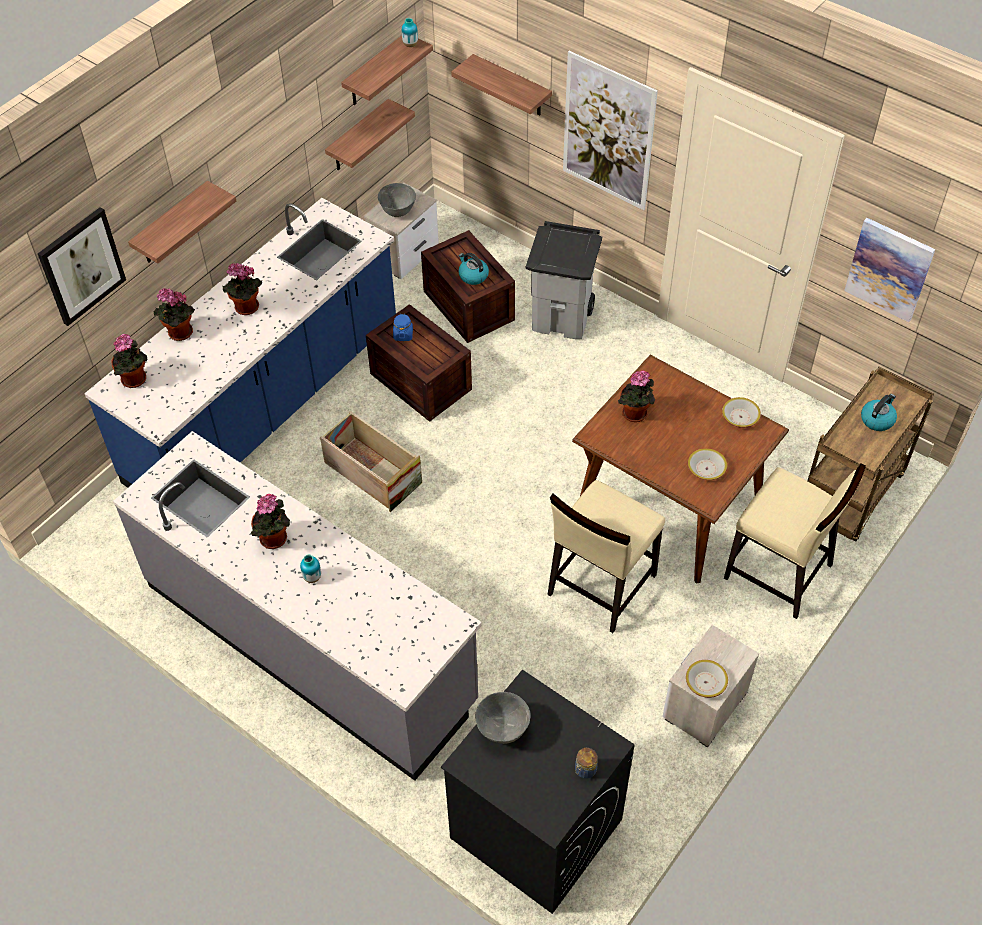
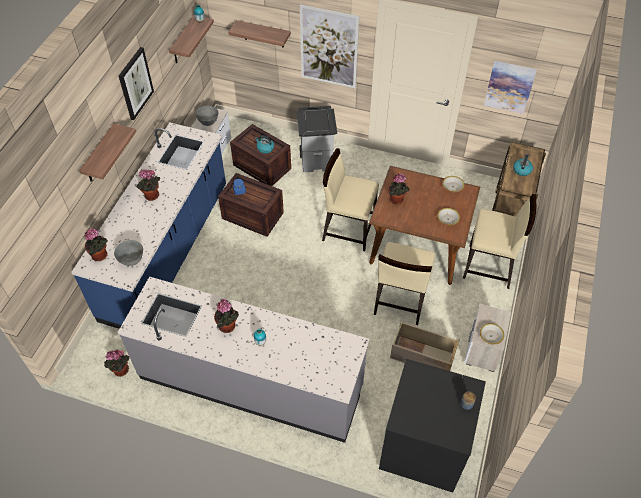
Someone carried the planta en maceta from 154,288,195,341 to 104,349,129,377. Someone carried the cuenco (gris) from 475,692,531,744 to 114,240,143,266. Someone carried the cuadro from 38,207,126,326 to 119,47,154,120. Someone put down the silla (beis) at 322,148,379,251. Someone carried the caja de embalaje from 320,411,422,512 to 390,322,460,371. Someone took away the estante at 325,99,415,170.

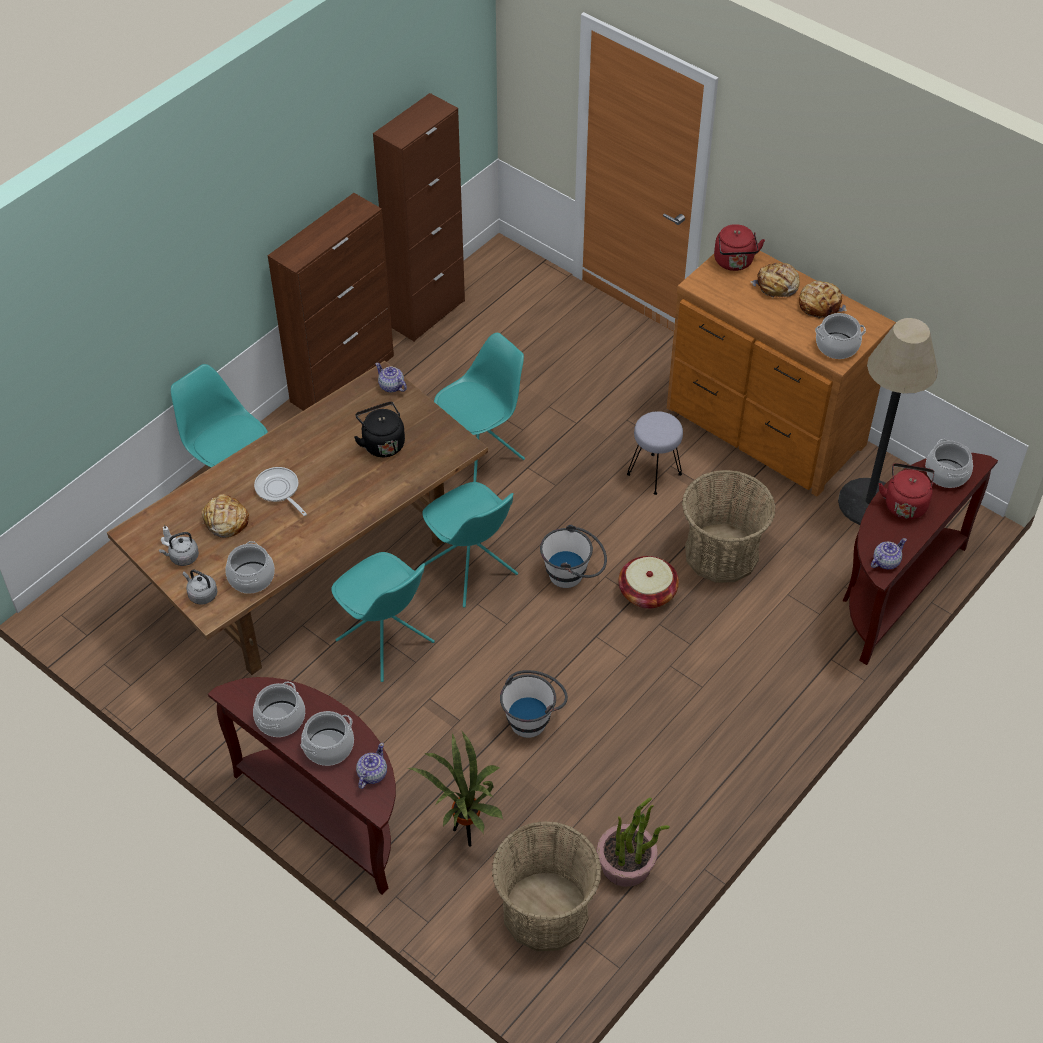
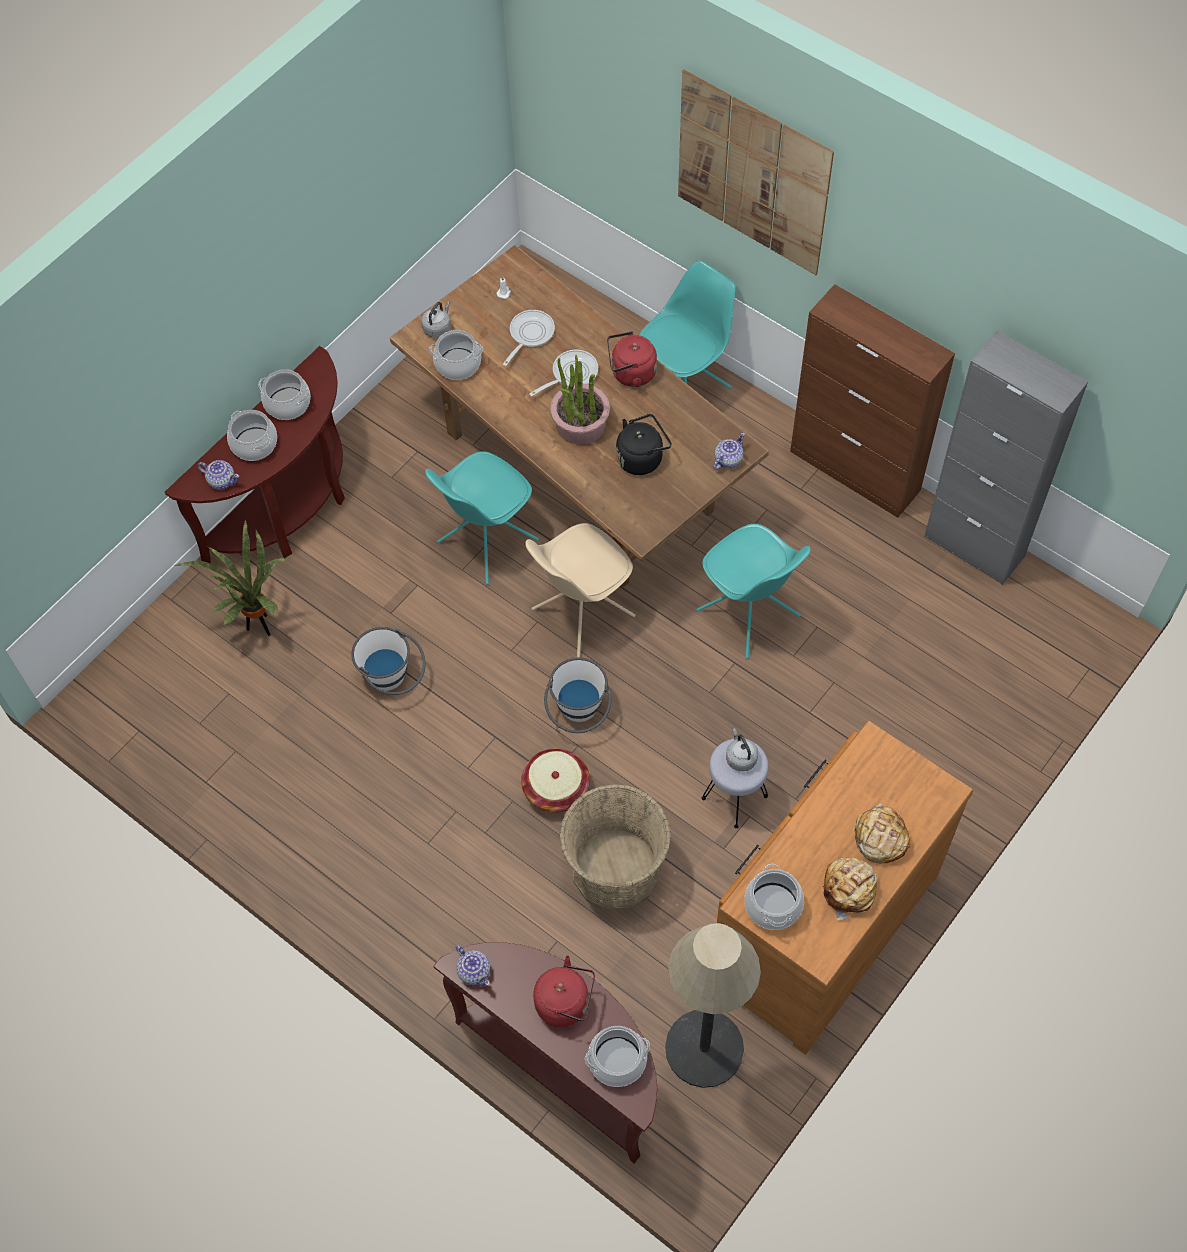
Someone swapped the pan at 202,494,249,538 for the sartén at 503,310,555,366. Someone repainted the silla (turquesa) at 422,482,518,607, which became the silla (beis) at 526,523,636,658. Someone carried the planta en maceta from 597,798,670,887 to 550,355,610,445. Someone carried the hervidor (rojo) from 714,224,765,271 to 607,331,657,387. Someone put up the cuadro at 678,69,834,275. Someone carried the hervidor (gris) from 159,532,199,566 to 726,728,758,771. Someone repainted the armario (marrón) at 373,93,465,342, which became the armario (gris) at 924,330,1088,585. Someone took away the cesta at 492,821,602,951.

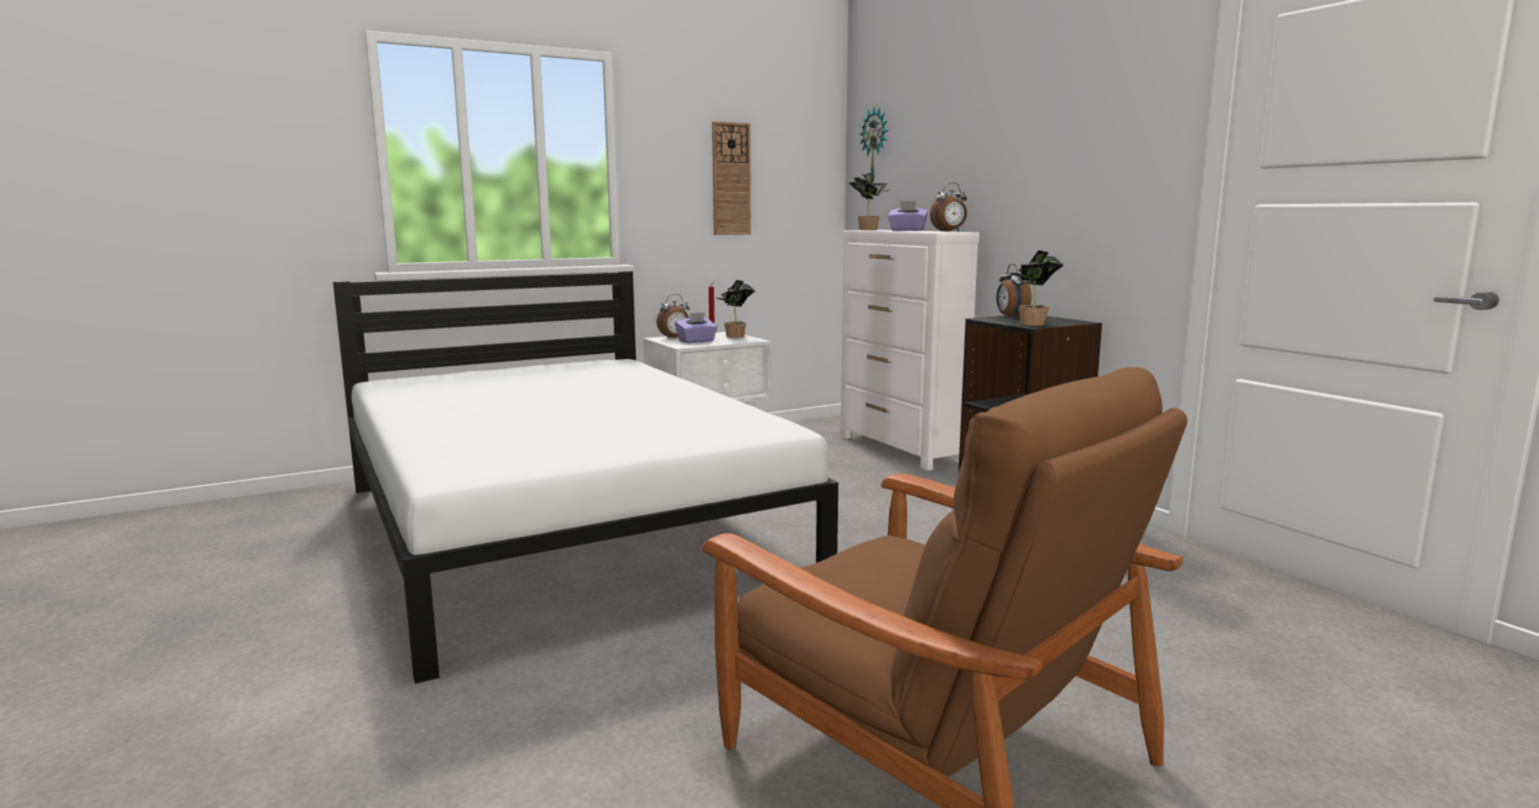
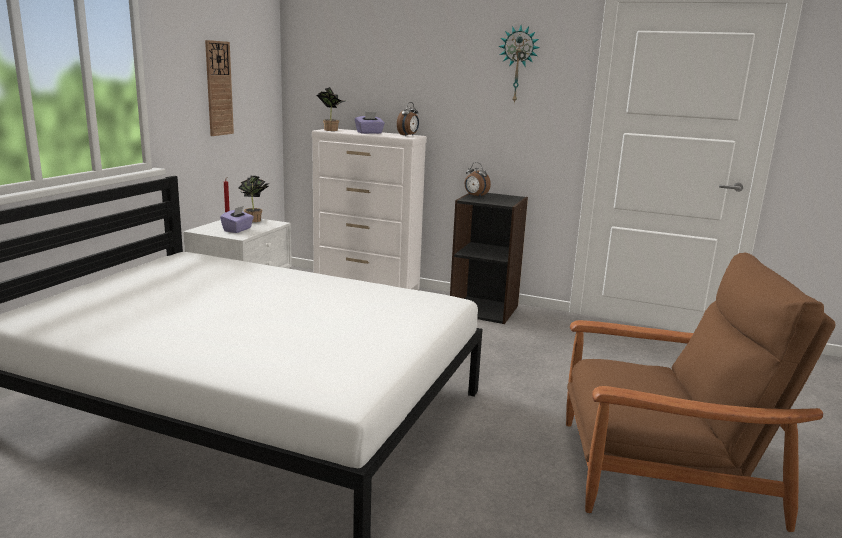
Someone carried the reloj de pared from 859,107,889,197 to 499,26,540,104. Someone took away the despertador at 657,294,690,339. Someone took away the planta en maceta at 1008,250,1064,326.

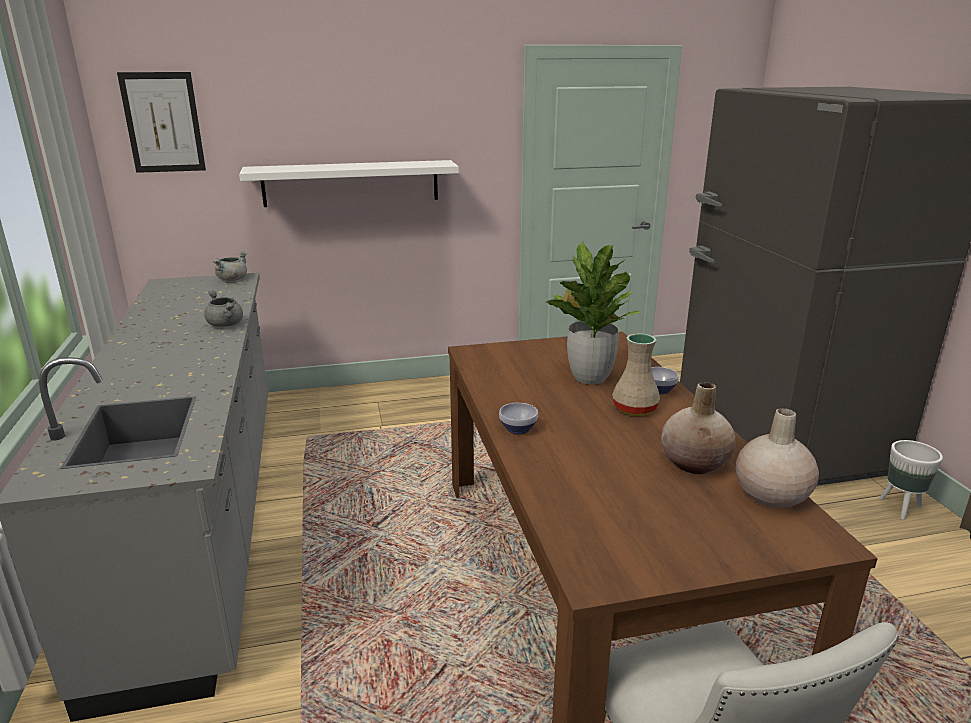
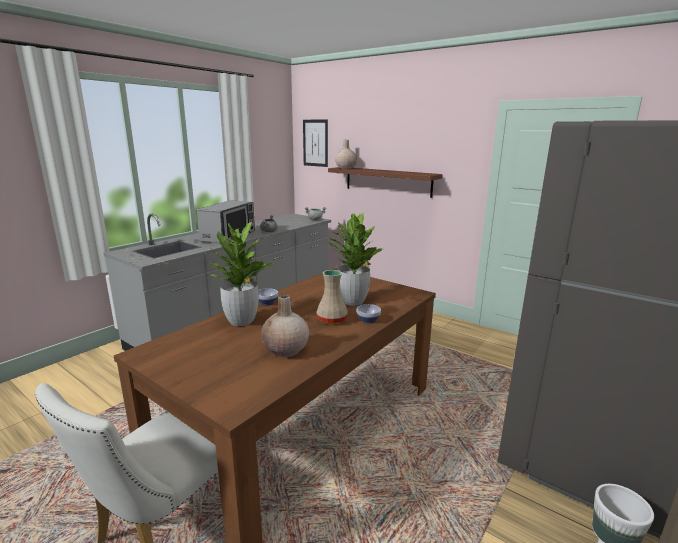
Someone put down the microondas at 196,200,255,243. Someone put down the planta en maceta at 208,222,275,326. Someone repainted the estante (blanco) at 239,160,459,207, which became the estante (marrón) at 328,167,443,198. Someone carried the florero (beis) from 736,408,819,508 to 335,140,357,169.

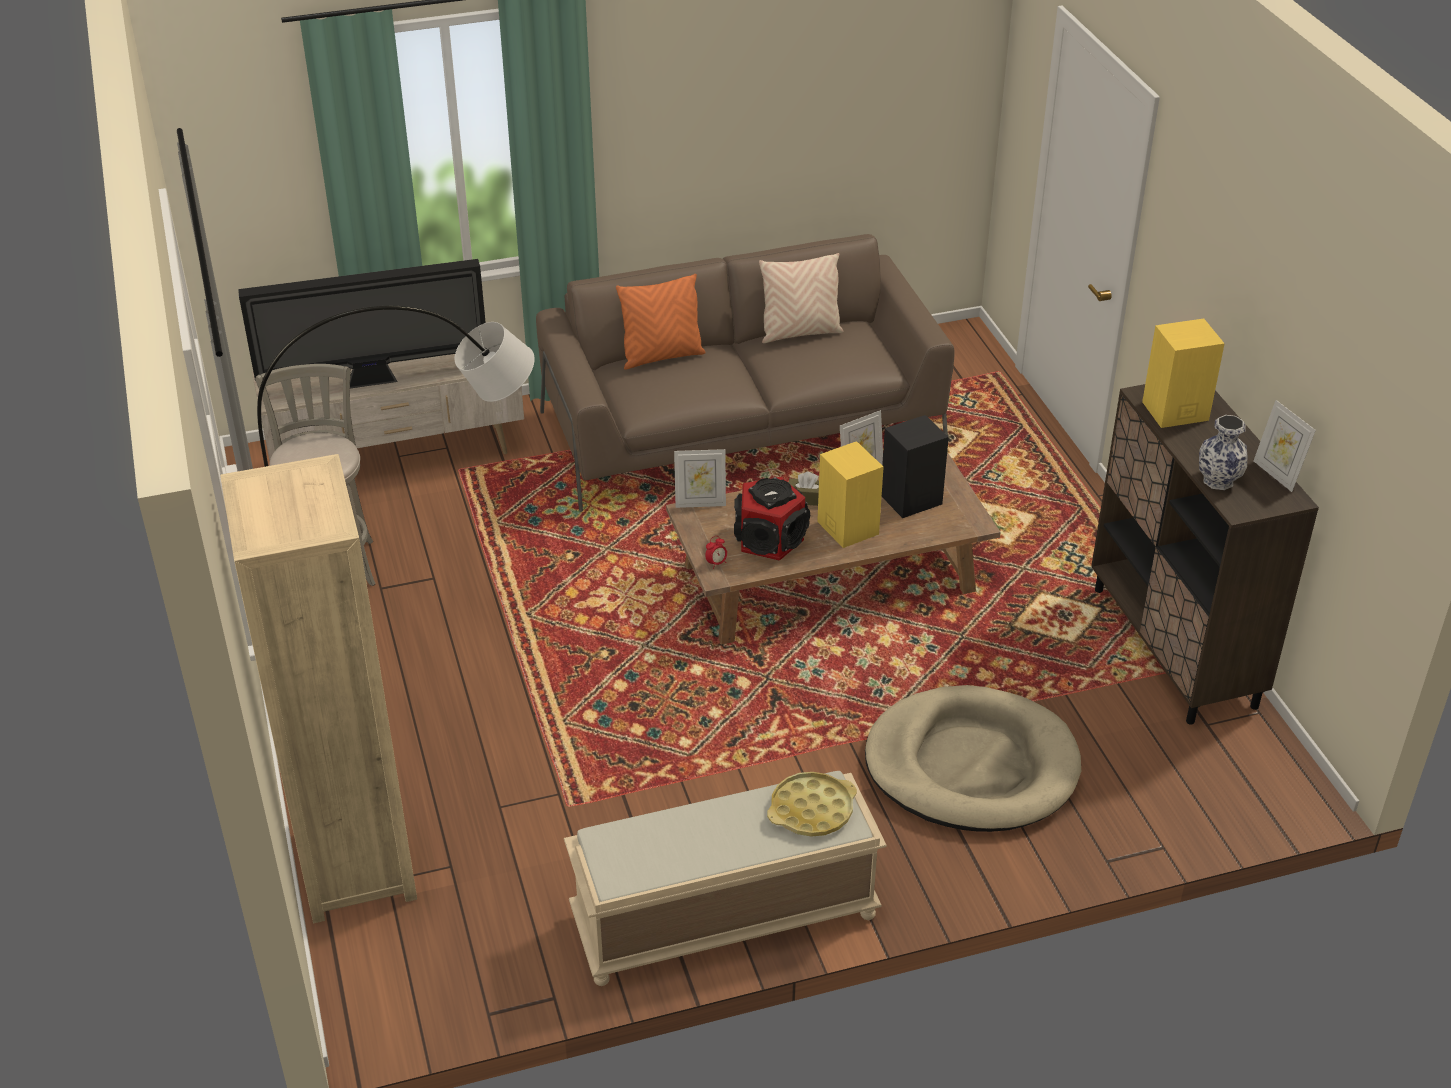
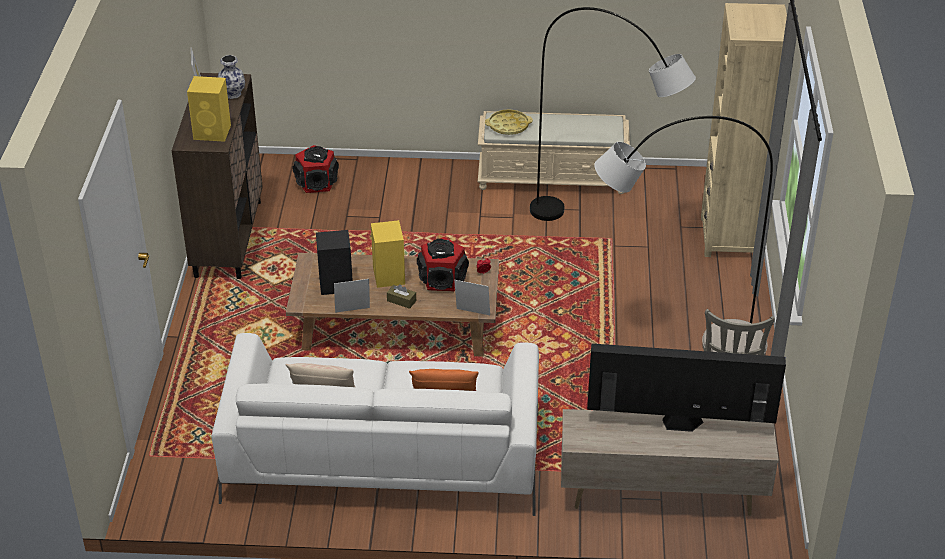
Someone repainted the sofá (marrón) at 536,234,954,512, which became the sofá (blanco) at 212,333,539,516. Someone put down the altavoz at 293,145,339,193. Someone put down the lámpara de pie (gris) at 530,7,696,221. Someone took away the cama para perro (beis) at 865,685,1081,832.

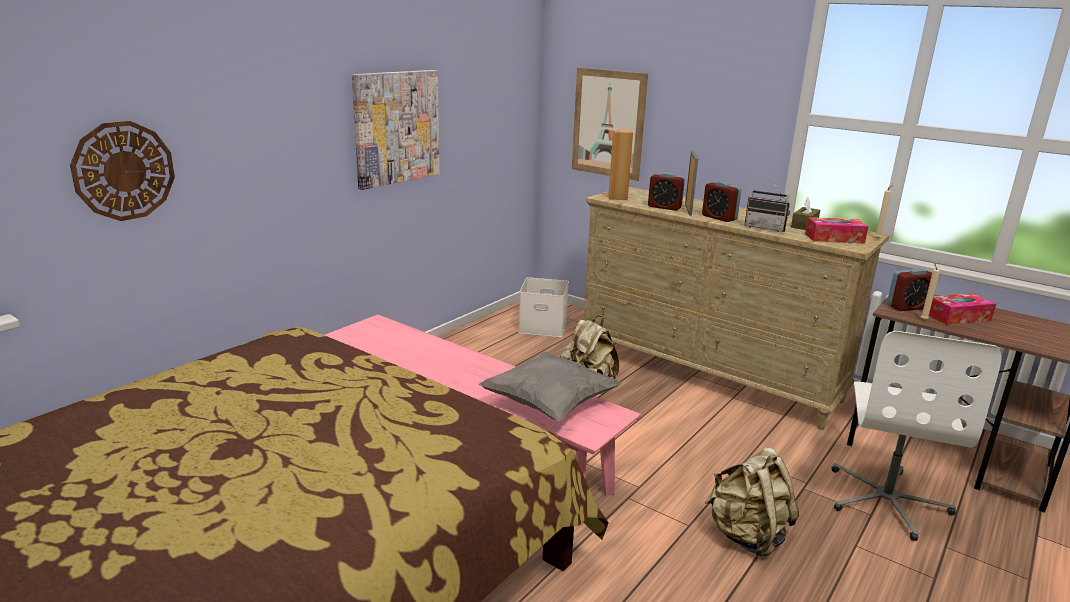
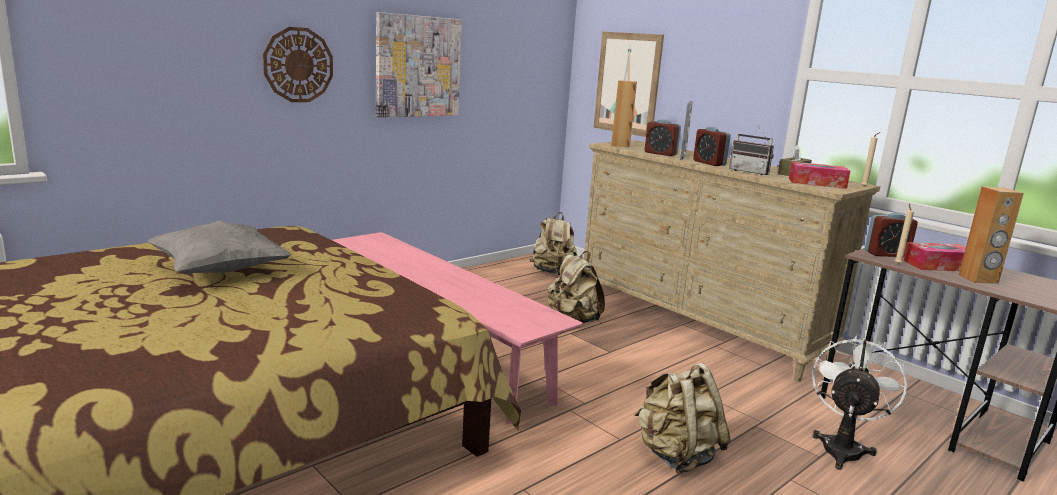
Someone carried the cojín (gris) from 478,352,621,421 to 147,221,292,273. Someone carried the reloj de pared from 70,121,175,221 to 263,27,333,102. Someone swapped the caja de almacenaje (blanco) at 518,277,569,337 for the mochila (beis) at 529,212,577,275. Someone swapped the silla de oficina (blanco) at 831,331,1002,541 for the ventilador (blanco) at 812,334,907,470. Someone put down the altavoz (marrón) at 959,187,1024,284.

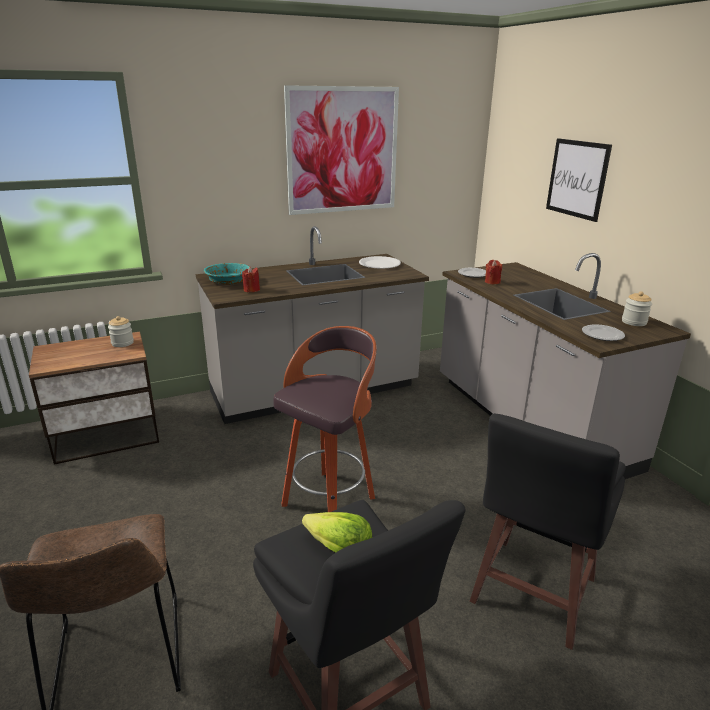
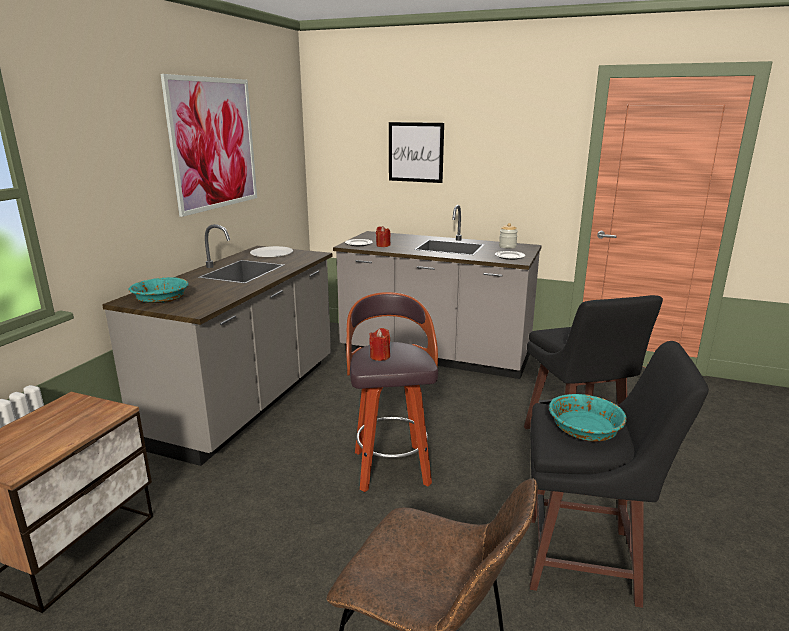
Someone carried the vela (rojo) from 242,266,260,293 to 369,328,390,361. Someone swapped the lechuga at 302,512,372,553 for the cuenco (turquesa) at 549,394,627,441. Someone took away the tarro at 108,316,134,347.

